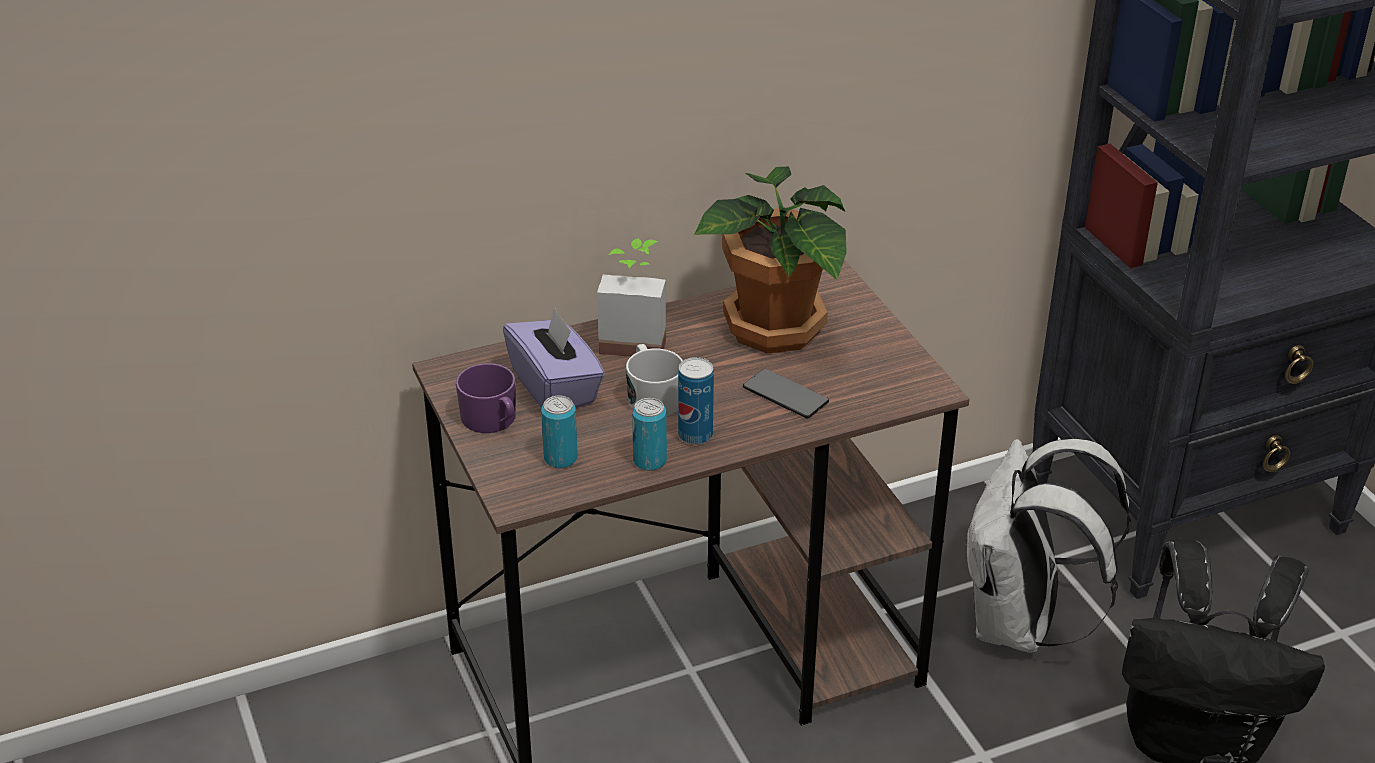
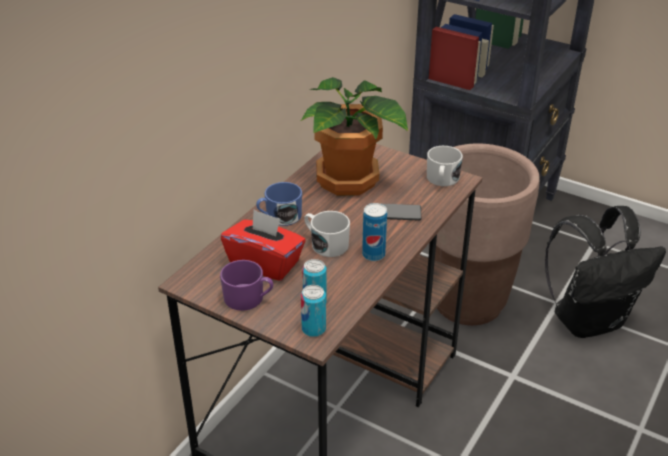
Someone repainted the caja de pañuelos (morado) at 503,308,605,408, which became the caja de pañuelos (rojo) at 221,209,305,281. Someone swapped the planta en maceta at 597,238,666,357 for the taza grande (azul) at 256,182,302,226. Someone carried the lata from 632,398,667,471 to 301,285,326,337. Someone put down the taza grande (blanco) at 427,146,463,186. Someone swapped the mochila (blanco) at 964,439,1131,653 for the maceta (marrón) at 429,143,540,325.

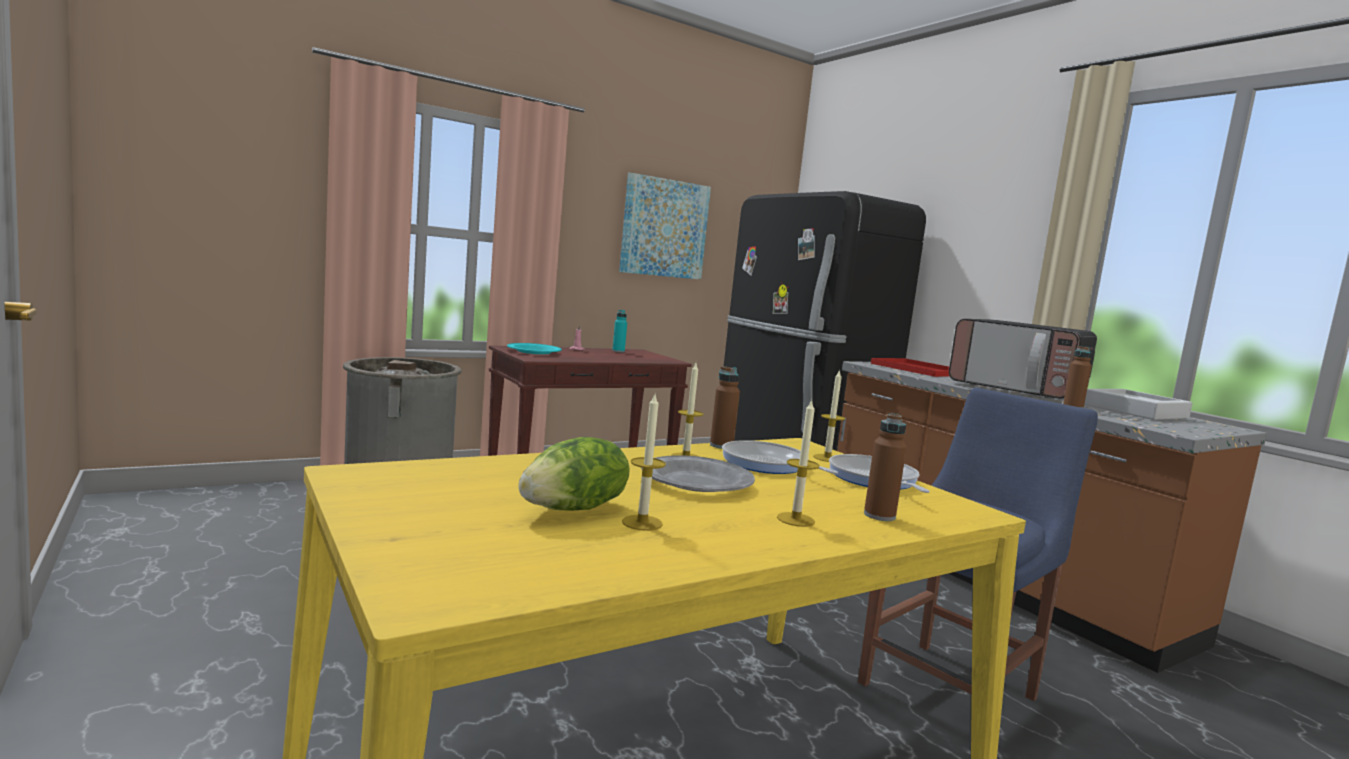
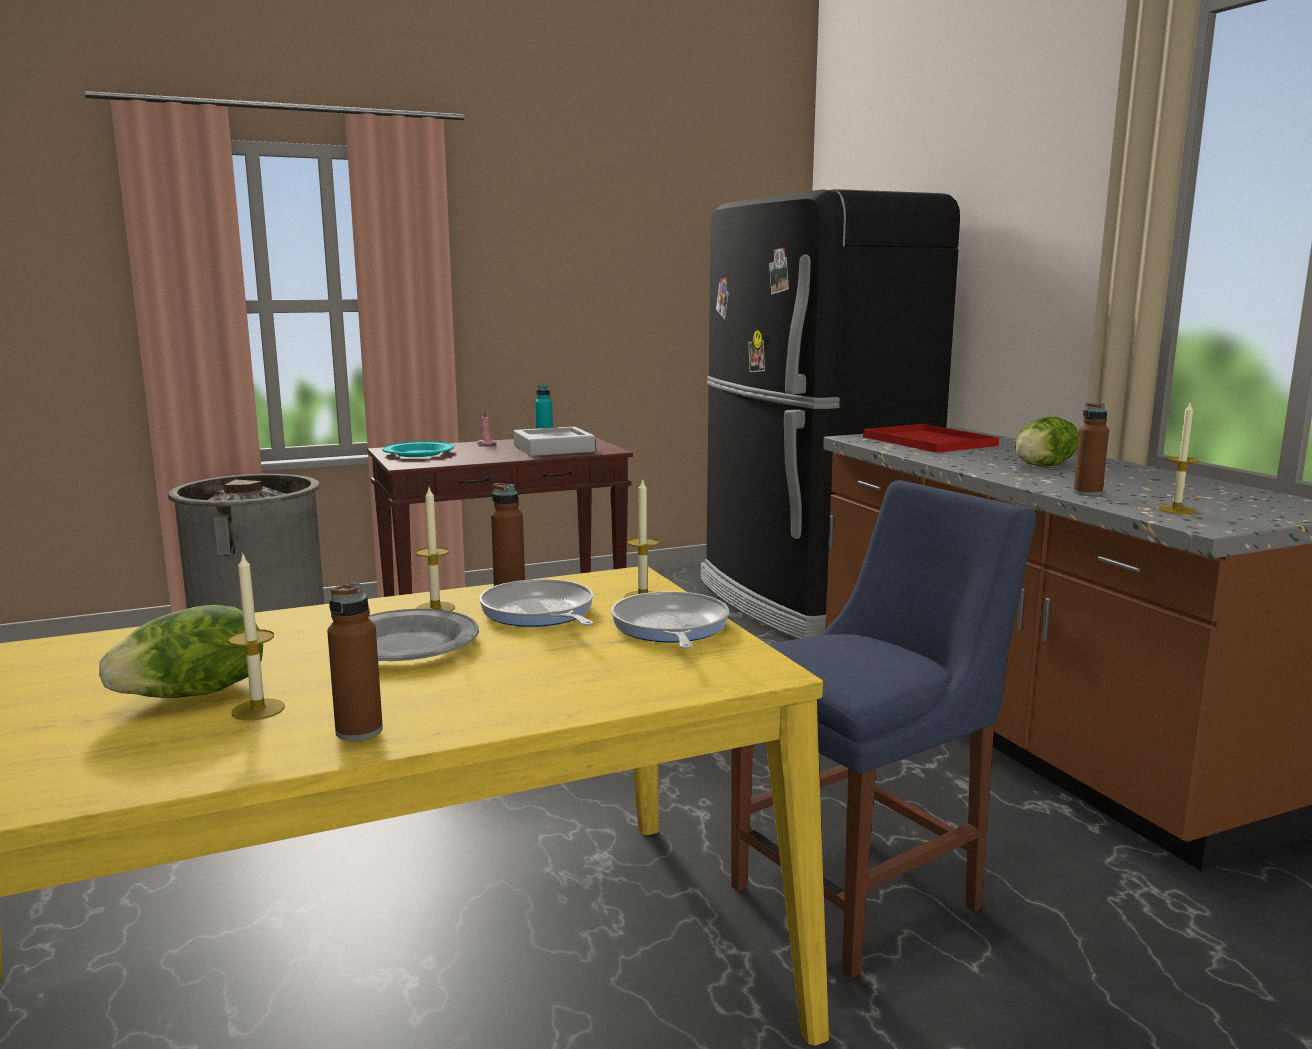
Someone carried the botella (marrón) from 864,413,907,521 to 327,582,383,741. Someone carried the bandeja (gris) from 1085,389,1193,420 to 514,427,595,456. Someone swapped the microondas at 949,319,1097,399 for the lechuga at 1015,416,1079,466. Someone carried the vela from 777,399,820,527 to 1158,403,1199,514. Someone took away the cuadro at 619,173,711,280.

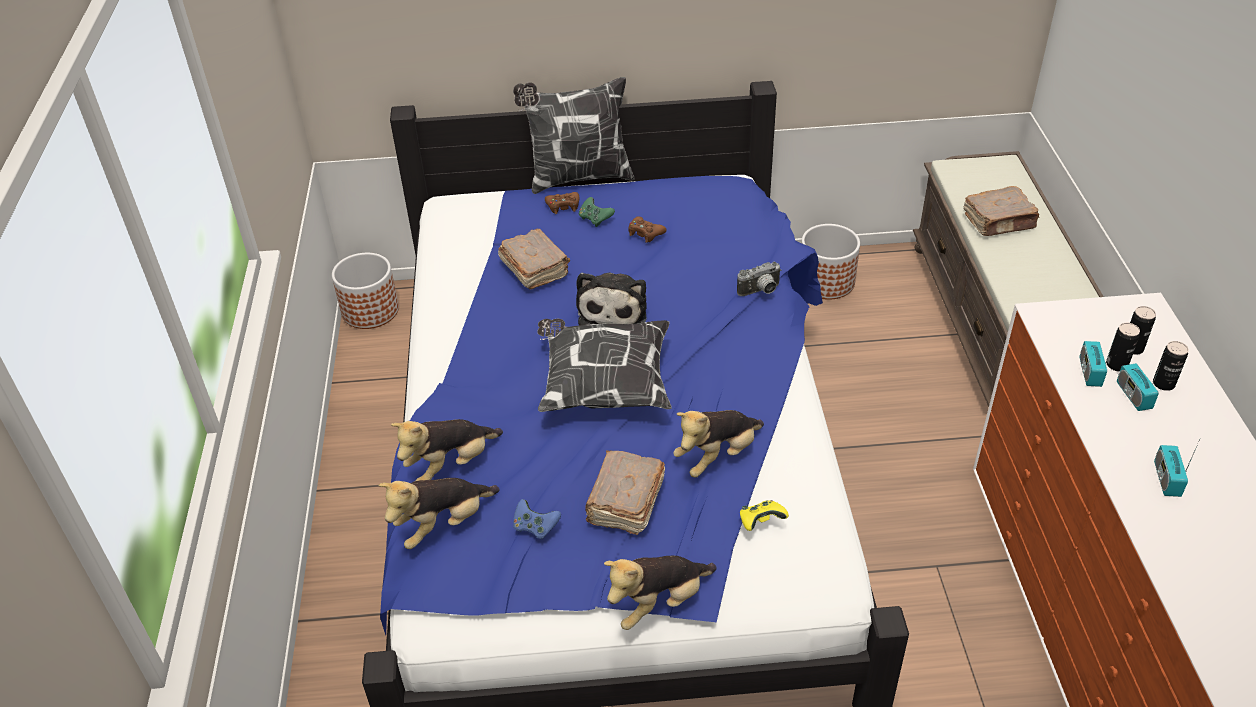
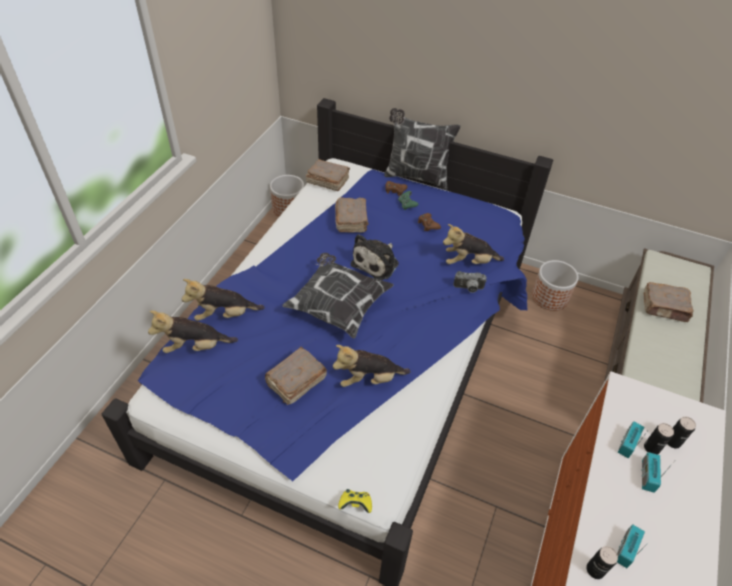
Someone put down the libro (marrón) at 306,159,350,191. Someone carried the mando de consola (amarillo) from 740,500,789,531 to 338,489,372,513. Someone carried the peluche from 604,556,717,630 to 443,224,504,264. Someone carried the lata from 1153,341,1189,391 to 586,546,618,579. Someone took away the mando de consola (azul) at 513,499,561,540.

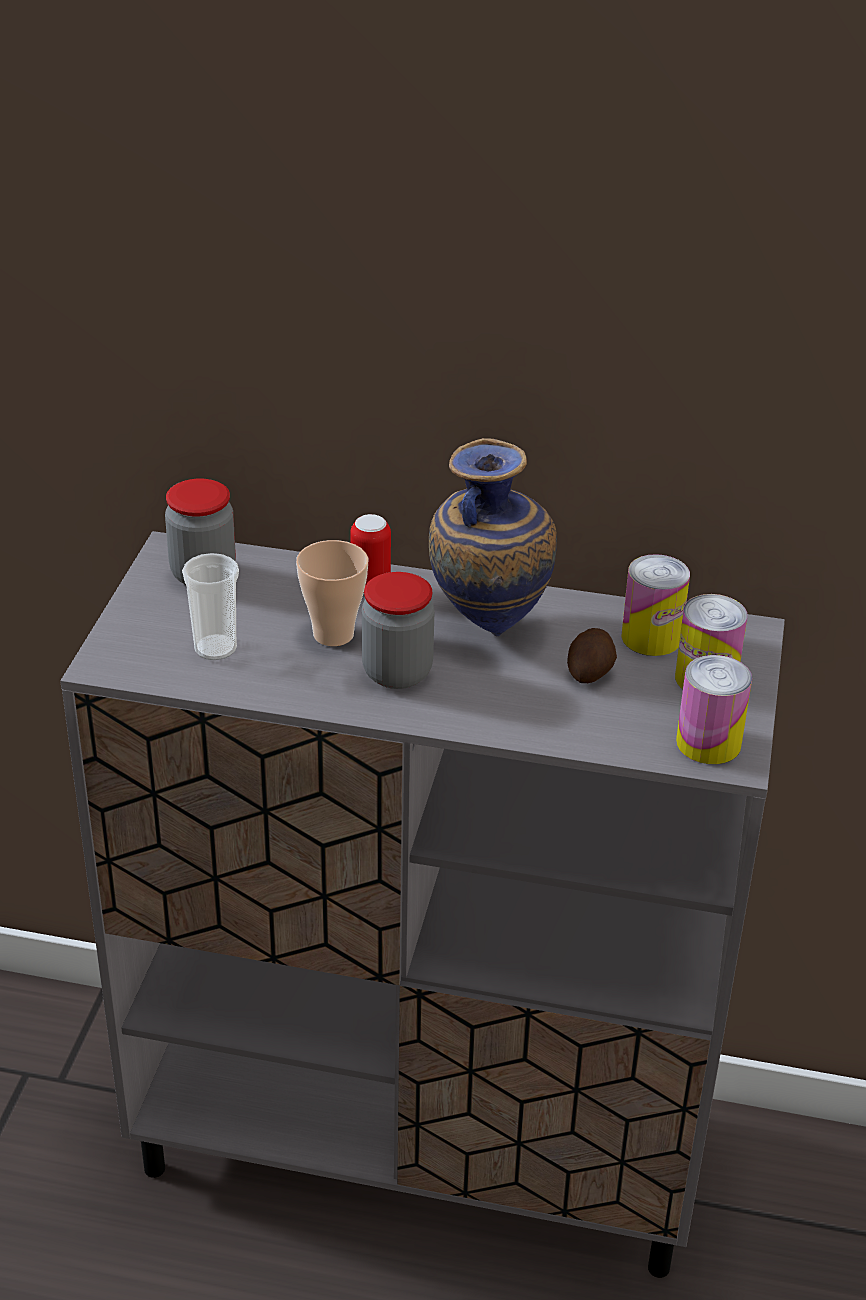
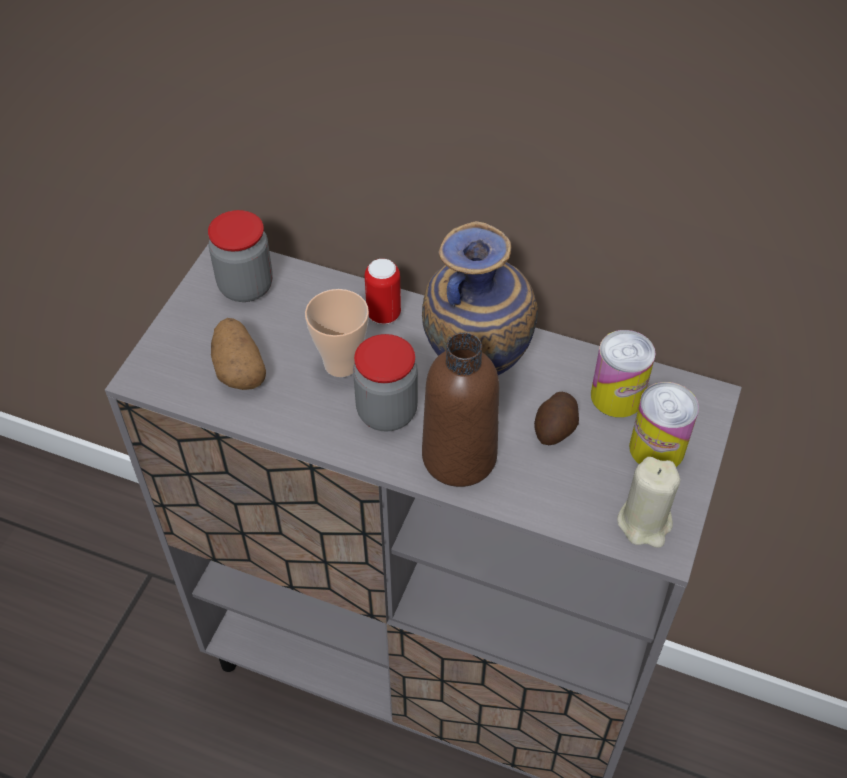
Someone swapped the taza at 182,553,239,660 for the patata at 211,318,266,390. Someone put down the botella (marrón) at 422,333,499,487. Someone swapped the lata at 676,655,752,764 for the vela (beis) at 617,457,680,548.

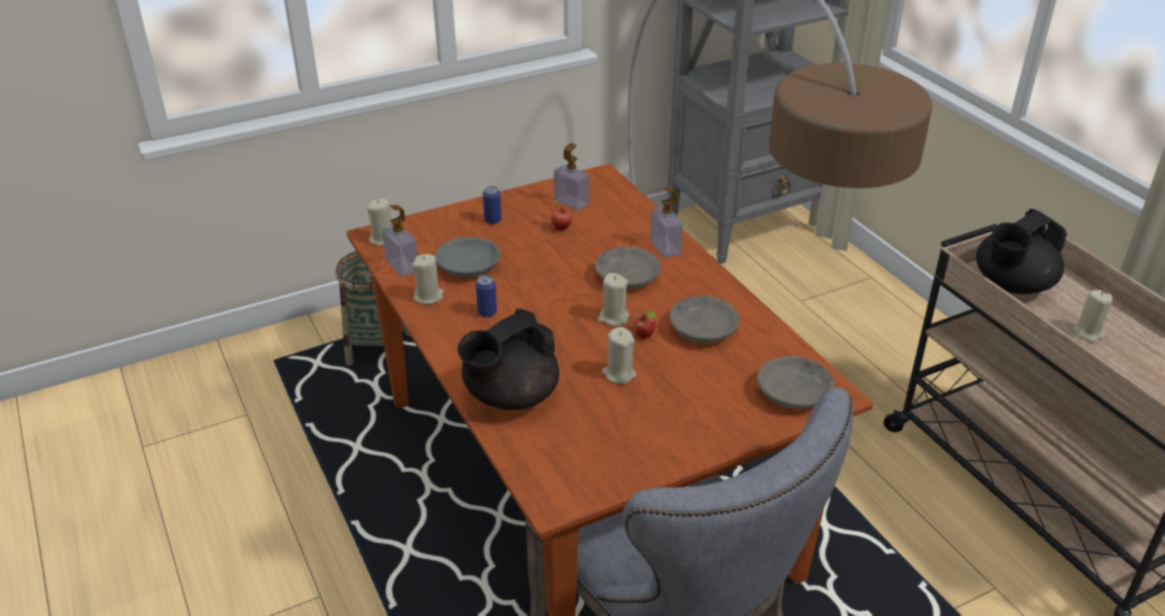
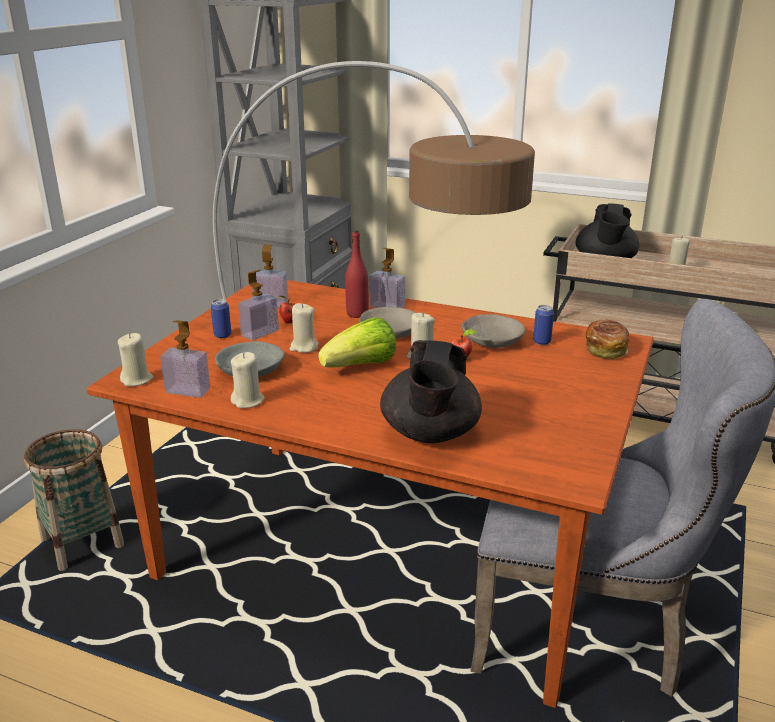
Someone put down the dispensador de jabón at 238,270,279,340. Someone carried the vela (beis) from 602,327,636,384 to 290,303,319,353. Someone put down the lechuga at 318,317,396,368. Someone put down the botella (rojo) at 345,230,369,318. Someone carried the lata from 476,275,497,317 to 533,305,554,345. Someone swapped the cuenco (gris) at 757,356,834,409 for the pan at 586,320,629,359.

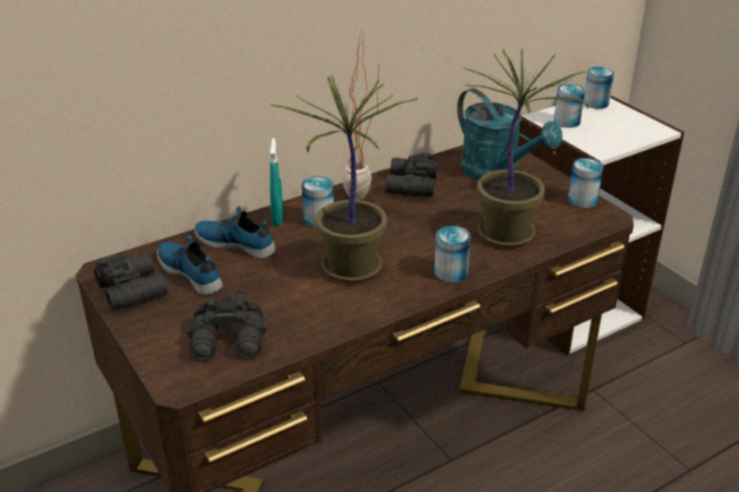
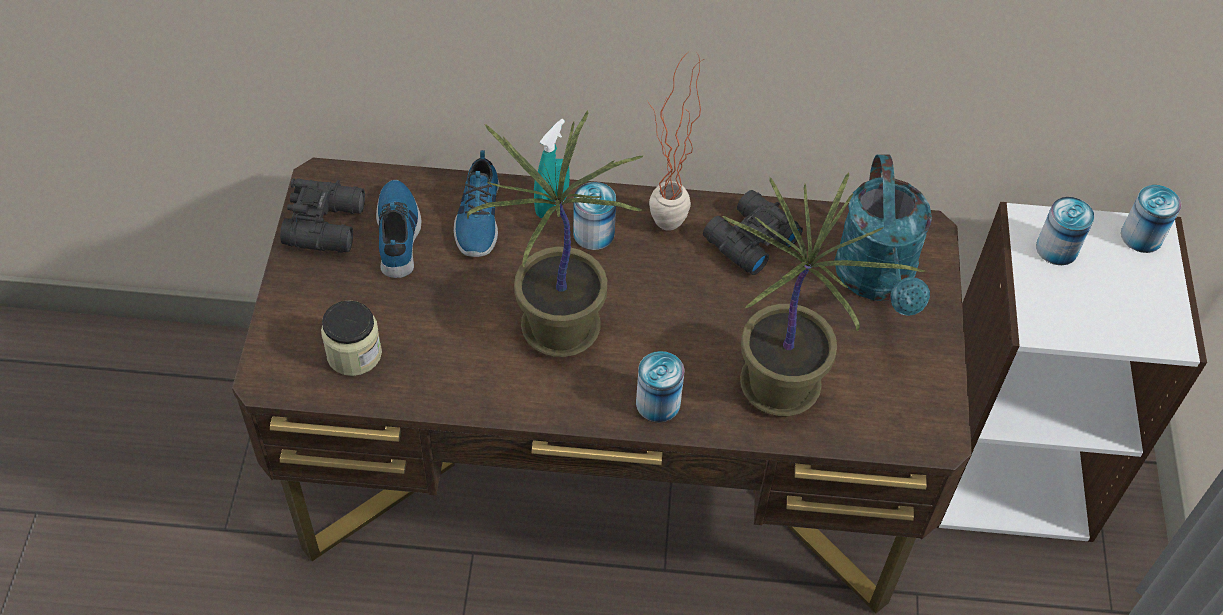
Someone swapped the prismáticos (negro) at 186,291,266,361 for the tarro at 321,300,382,376. Someone rotated the zapato at 194,206,276,259 by 150 degrees counterclockwise. Someone took away the lata at 568,158,603,208.

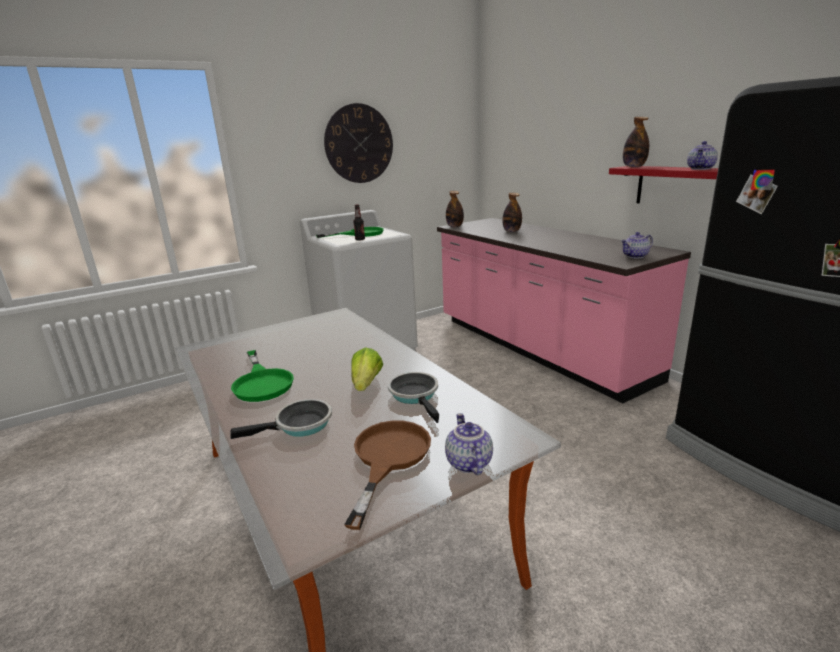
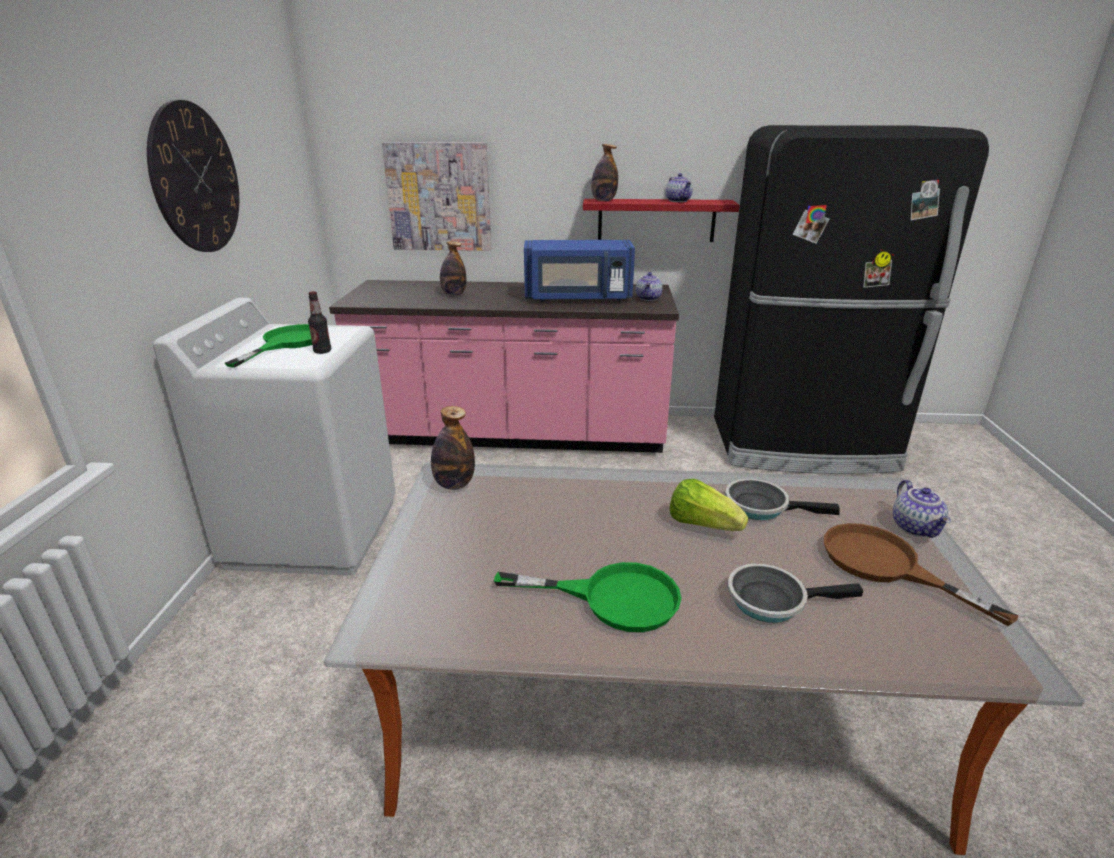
Someone put up the cuadro at 382,142,491,251. Someone carried the botella from 446,191,464,227 to 431,406,475,490. Someone put down the microondas (azul) at 524,240,635,302. Someone rotated the sartén at 231,399,332,439 by 105 degrees counterclockwise. Someone rotated the tetera at 445,413,493,475 by 120 degrees counterclockwise.

